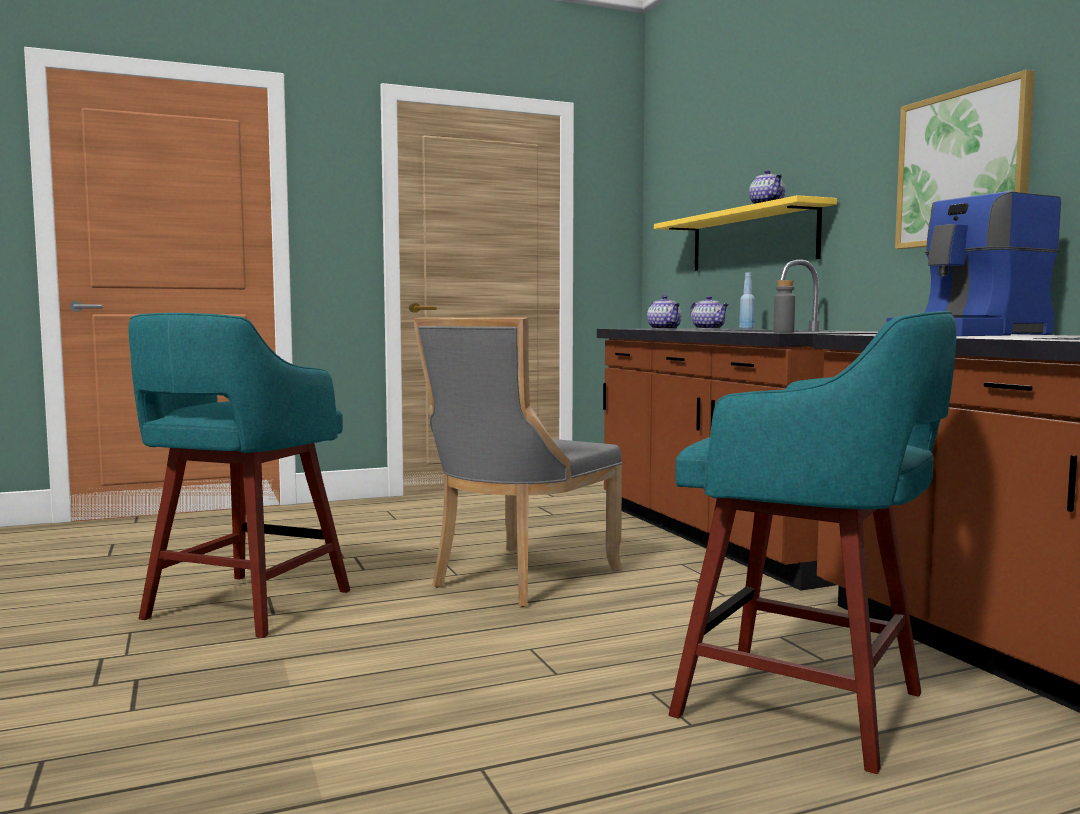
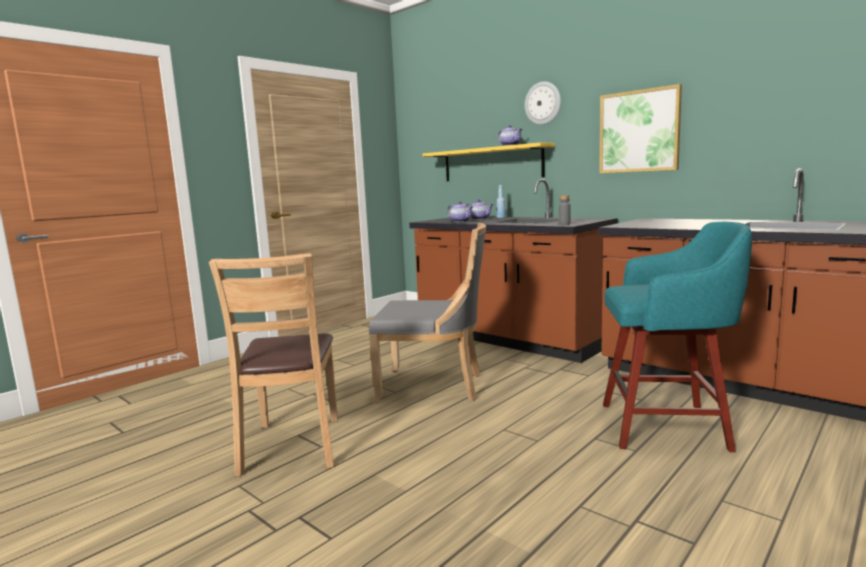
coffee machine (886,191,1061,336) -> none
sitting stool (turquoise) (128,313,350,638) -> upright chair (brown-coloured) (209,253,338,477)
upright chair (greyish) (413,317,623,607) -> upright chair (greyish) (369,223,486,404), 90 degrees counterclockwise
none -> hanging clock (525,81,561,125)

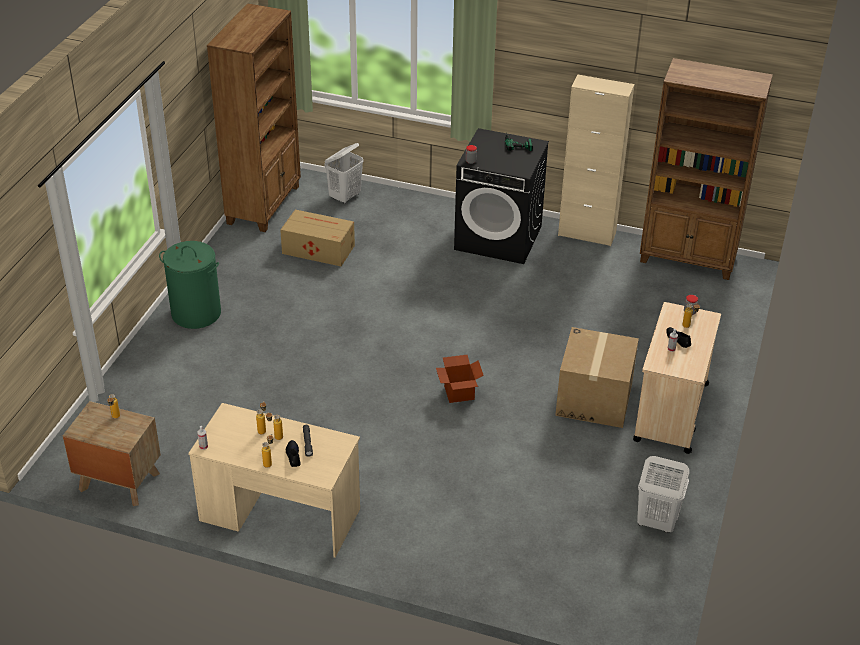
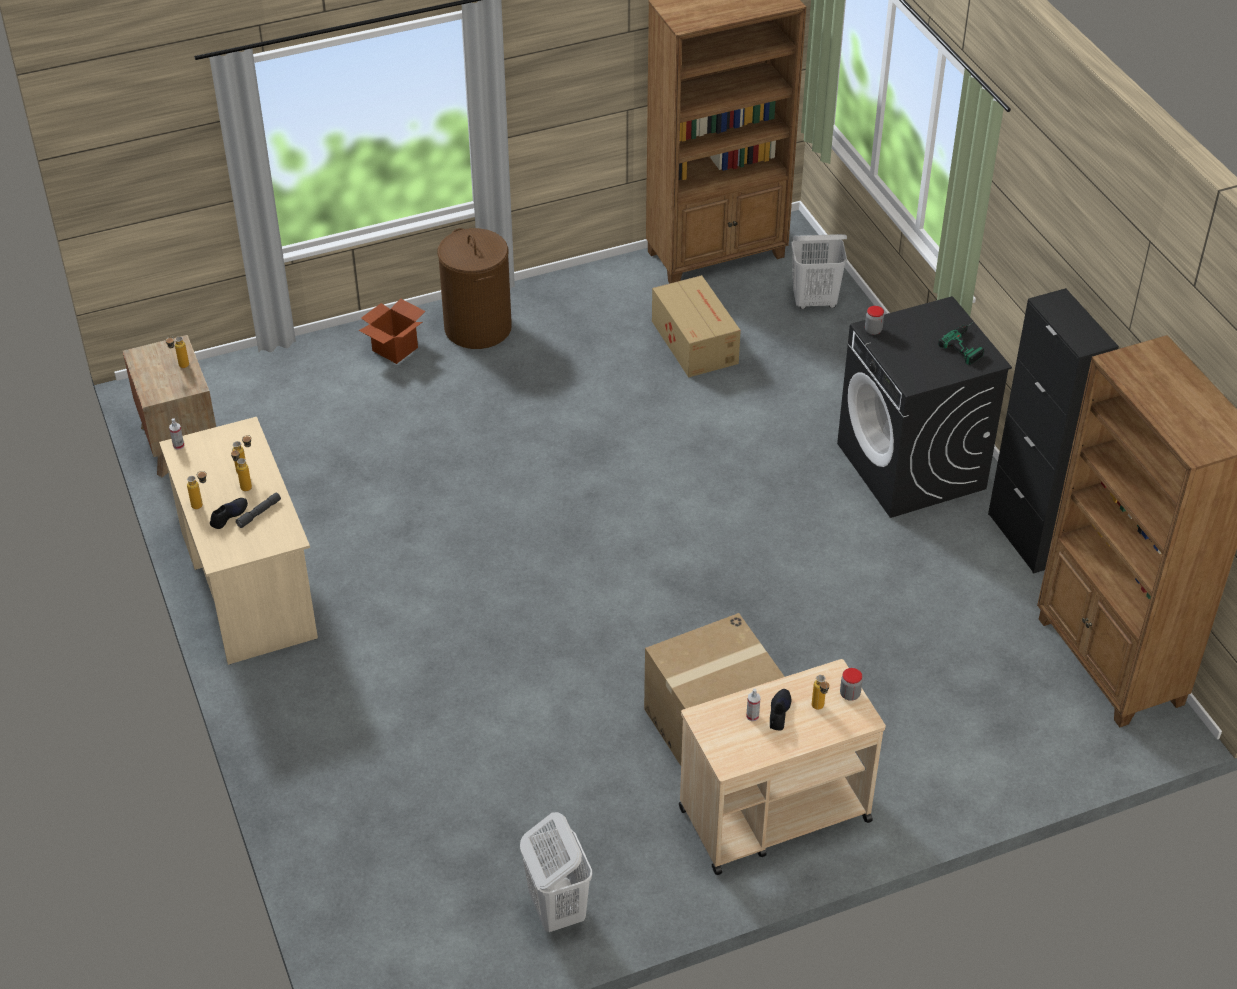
storage cabinet (sand-coloured) (558,75,634,246) -> storage cabinet (blackish) (988,288,1119,574)
hamper (greenish) (159,241,221,329) -> hamper (brown-coloured) (437,228,512,349)
packing box (436,355,484,403) -> packing box (359,298,425,364), relocated

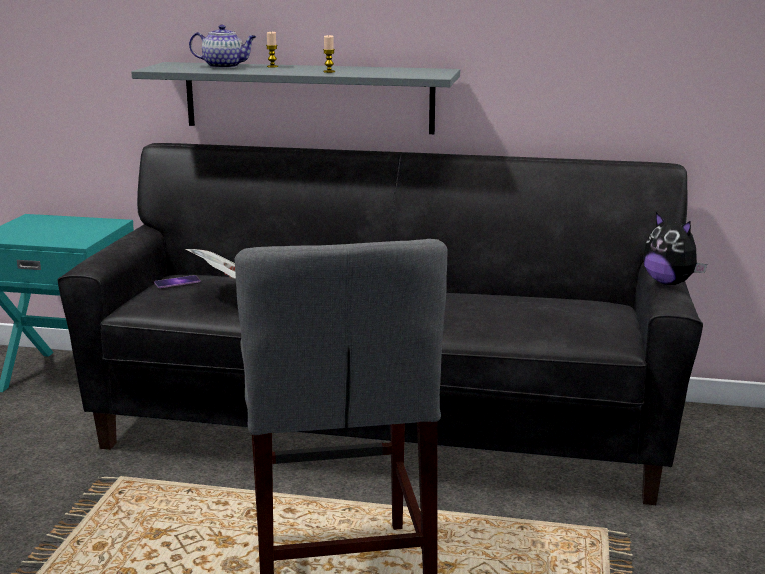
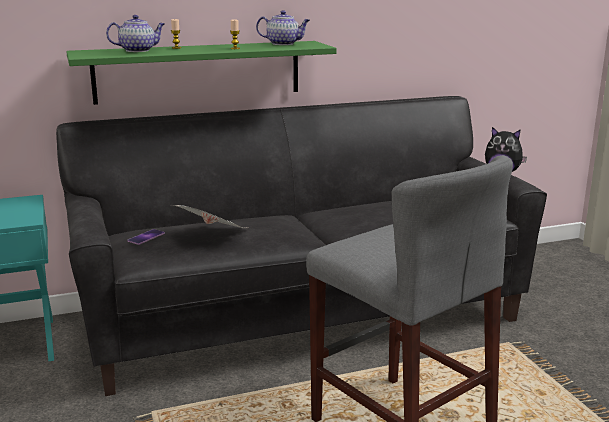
shelf (greyish) (131,62,460,134) -> shelf (greenish) (66,41,337,105)
none -> pot for tea (256,10,310,45)

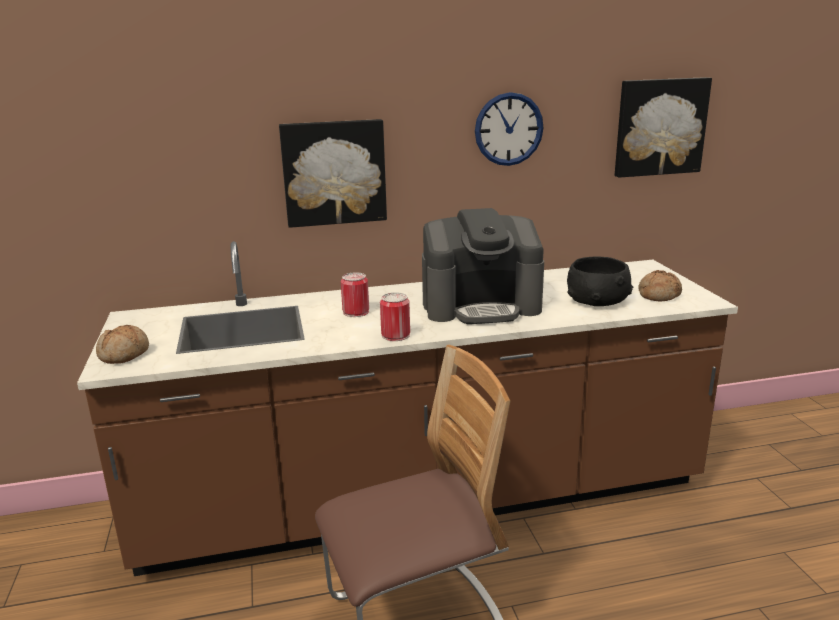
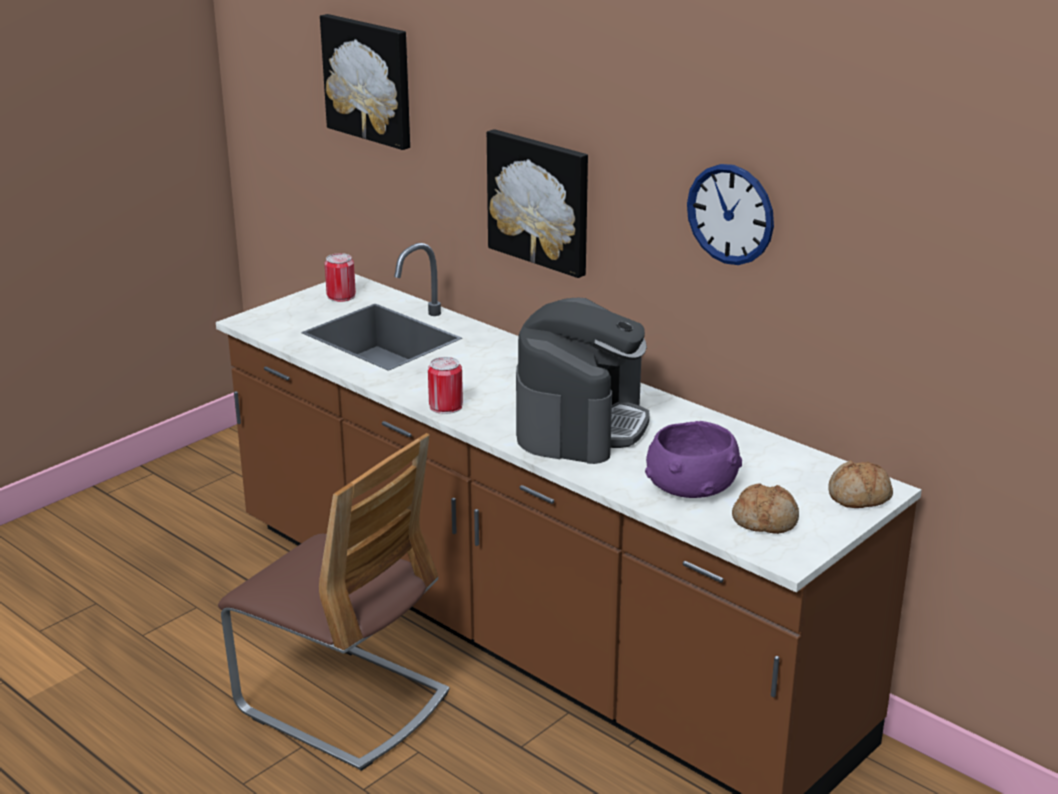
wall picture (615,77,712,178) -> wall picture (320,14,410,150), relocated
coffee machine (422,208,544,324) -> coffee machine (516,298,650,464), 120 degrees counterclockwise
bowl (blackish) (567,257,633,306) -> bowl (purple) (645,421,742,498)
sealed can (341,272,369,317) -> sealed can (325,253,356,302), relocated
bread (96,325,149,364) -> bread (828,460,893,508), relocated

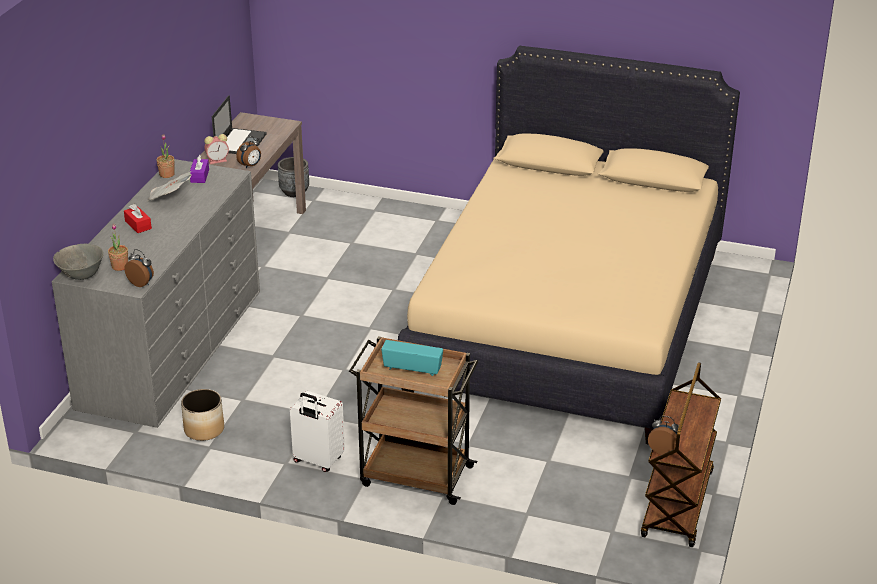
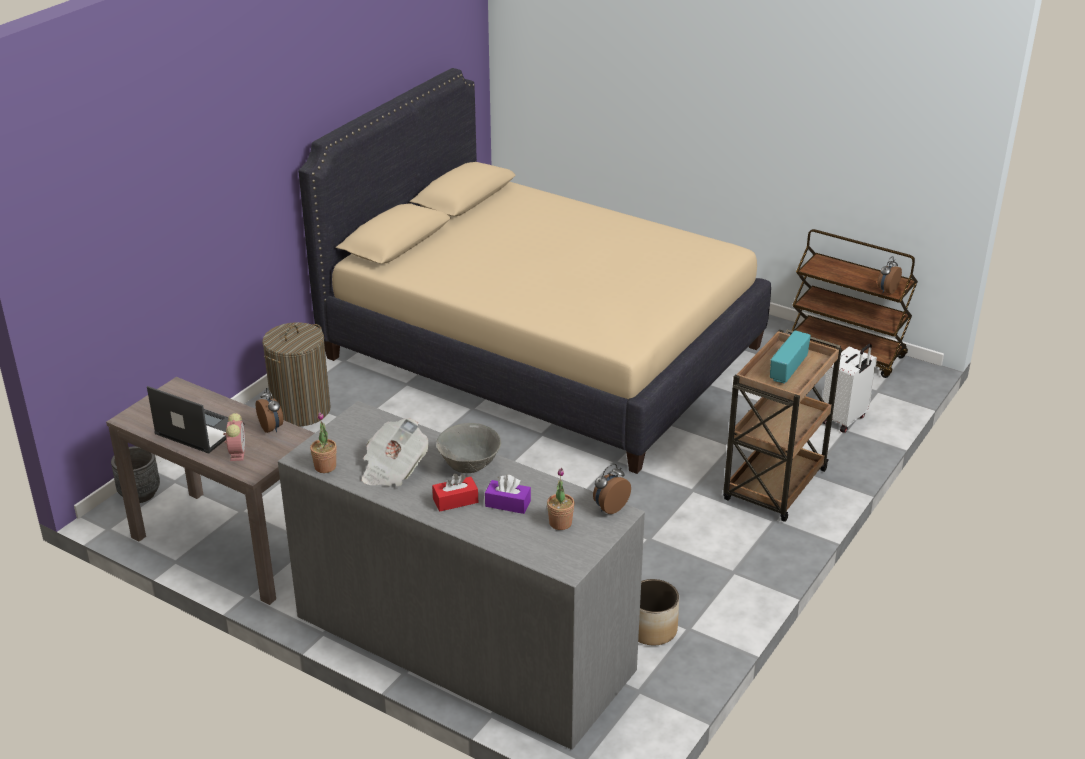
box of tissues (purple) (190,155,209,183) -> box of tissues (purple) (485,475,531,514), relocated
bowl (greyish) (53,244,104,280) -> bowl (greyish) (436,423,501,473), relocated
suitcase (white) (290,391,345,472) -> suitcase (white) (823,344,877,433), relocated
none -> hamper (262,322,330,426)

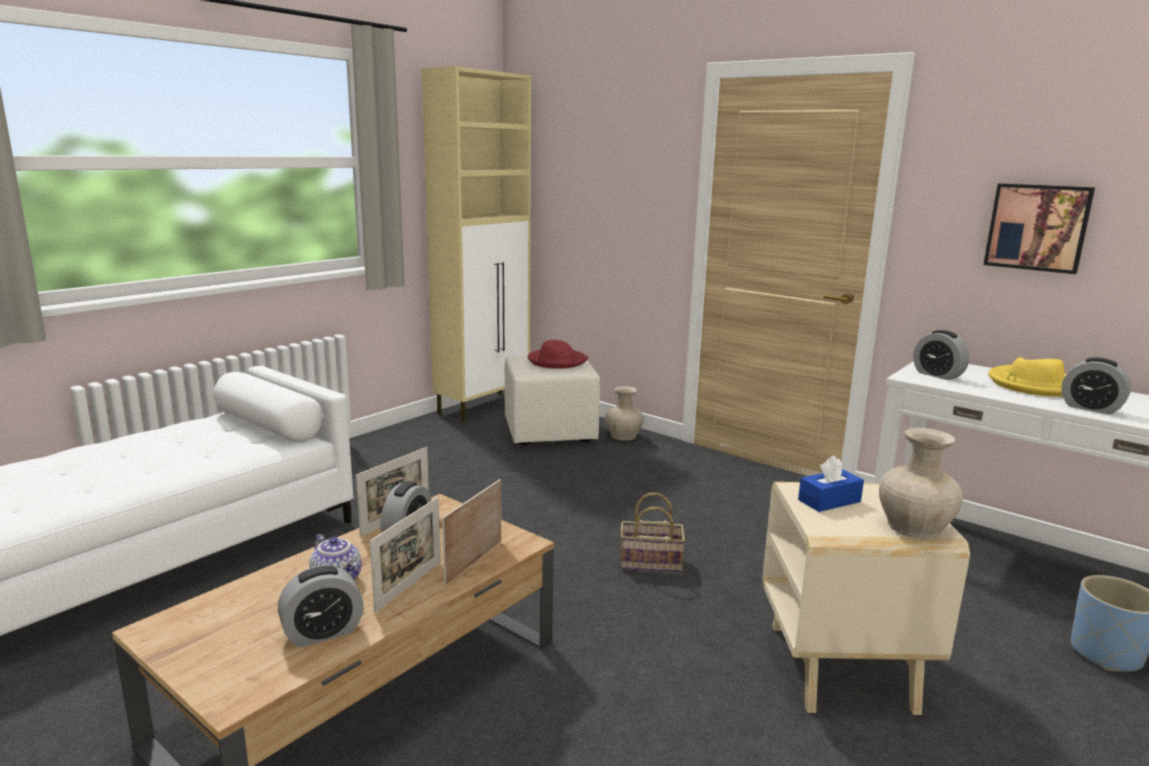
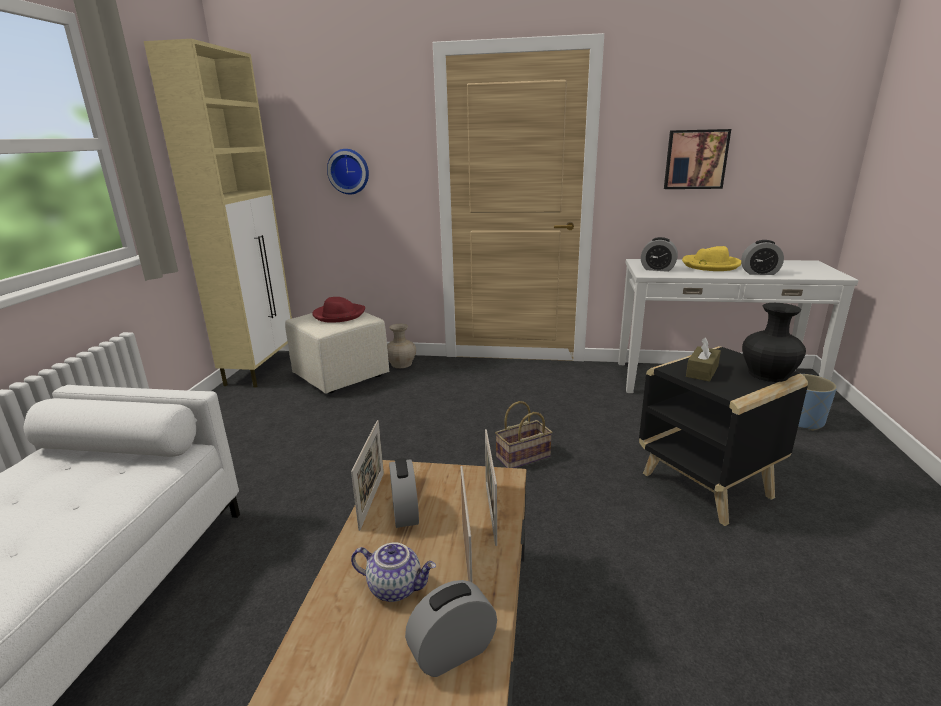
vase (sand-coloured) (879,428,963,539) -> vase (blackish) (742,303,806,382)
box of tissues (blue) (798,456,864,512) -> box of tissues (brown-coloured) (686,337,721,382)
side table (sand-coloured) (762,482,970,715) -> side table (blackish) (639,346,808,526)
alarm clock (278,565,364,647) -> alarm clock (405,580,497,677), 150 degrees counterclockwise
none -> hanging clock (327,149,369,194)

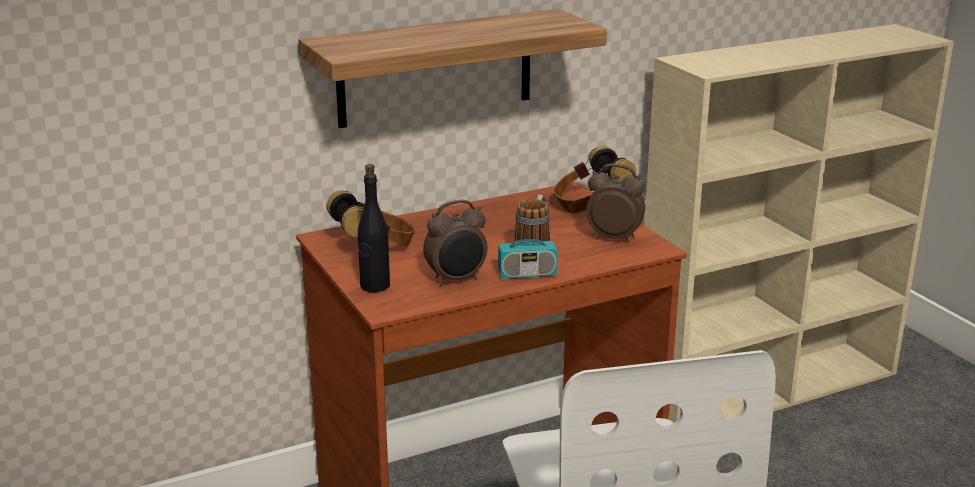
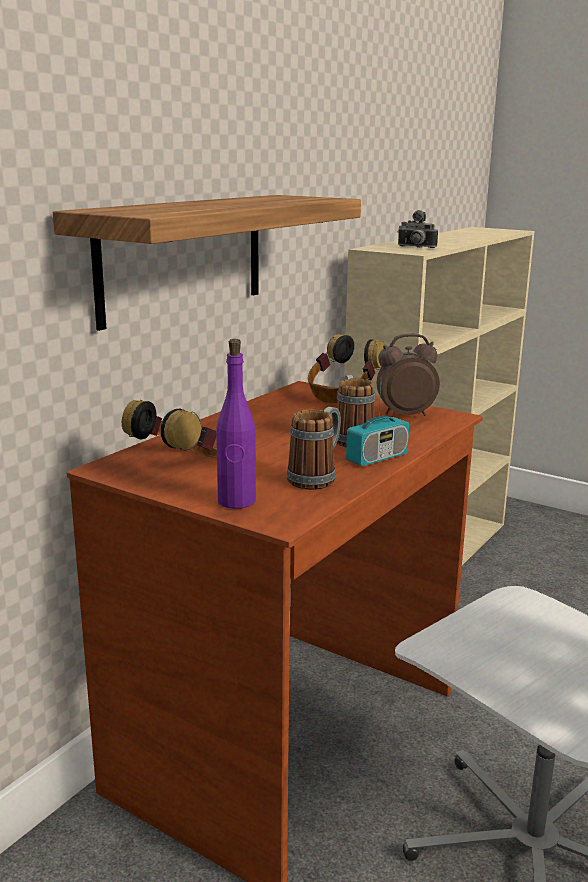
bottle (blackish) (358,164,390,292) -> bottle (purple) (216,339,256,509)
alarm clock (423,200,487,286) -> mug (287,407,341,490)
none -> photo camera (397,210,438,248)

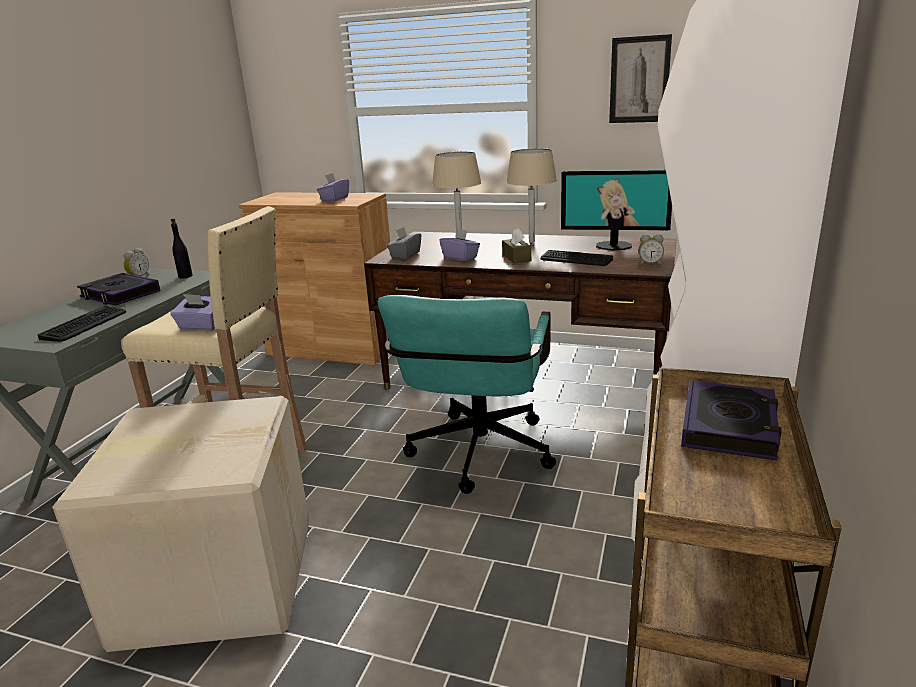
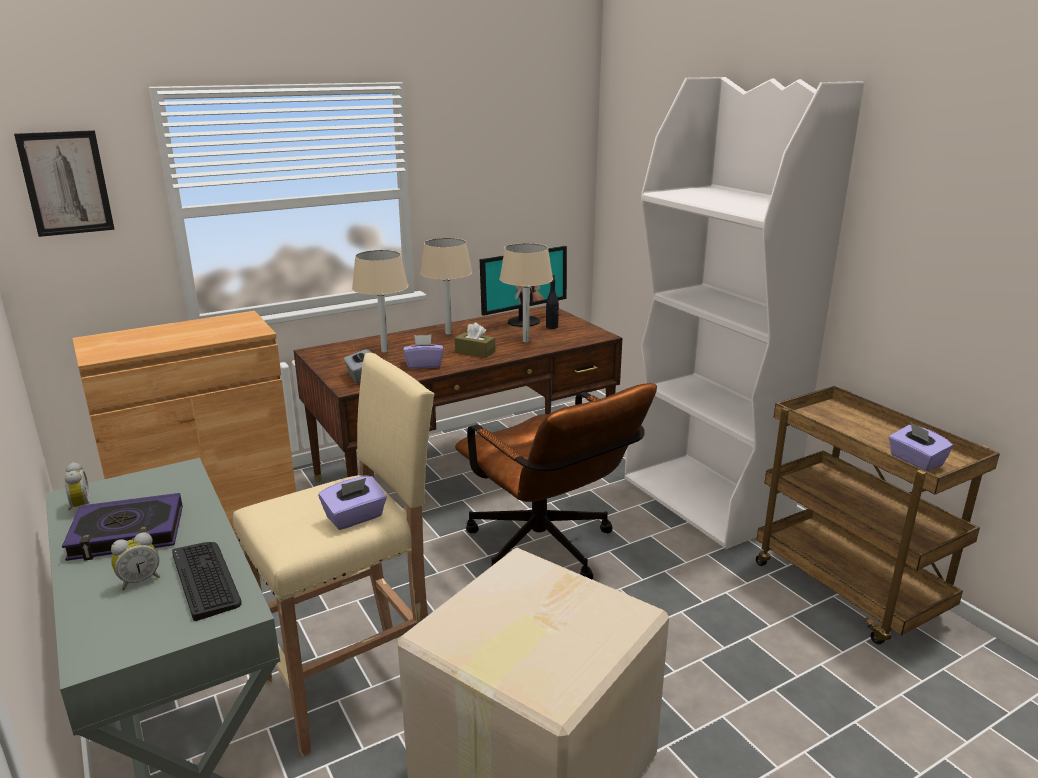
wall picture (609,34,672,123) -> wall picture (14,130,115,237), relocated
box of tissues (purple) (317,173,349,201) -> box of tissues (purple) (889,423,953,471), relocated
bottle (blackish) (171,218,193,279) -> bottle (blackish) (546,274,559,329), relocated
alarm clock (639,234,664,266) -> alarm clock (111,532,160,590), relocated
keyboard (541,250,613,266) -> table lamp (sand-coloured) (499,243,553,343)
computer chair (turquoise) (378,295,556,494) -> computer chair (brown-coloured) (455,383,657,579)
book (681,380,782,460) -> none

